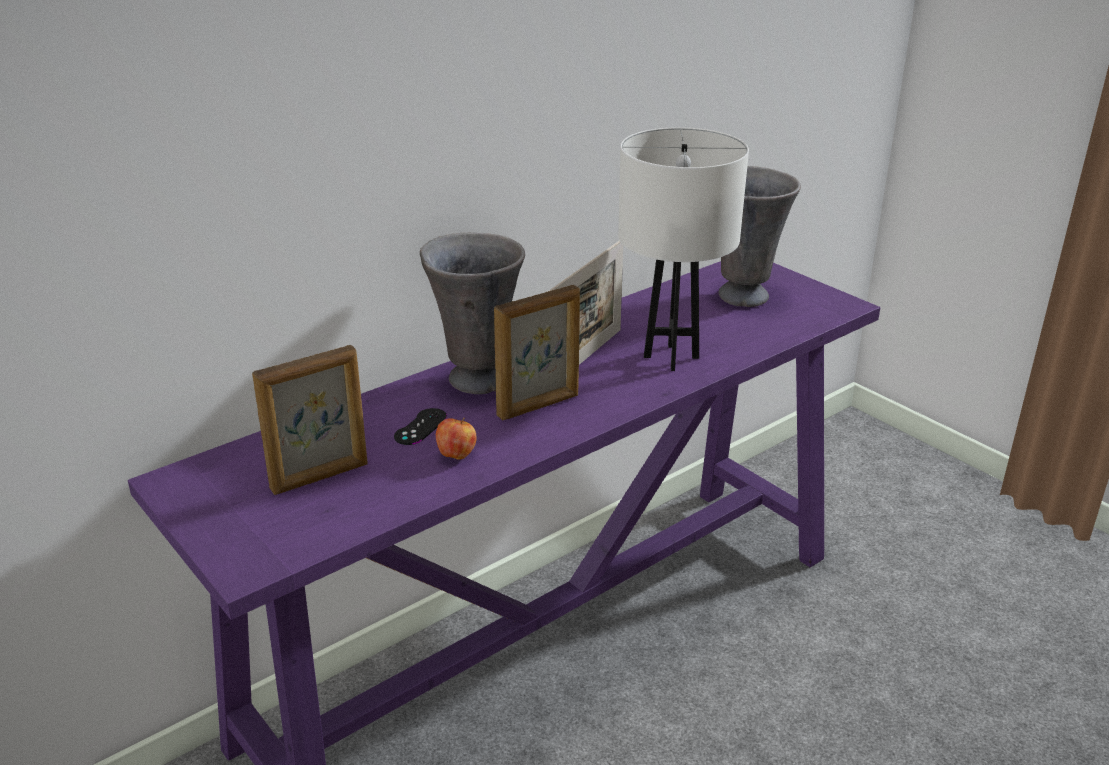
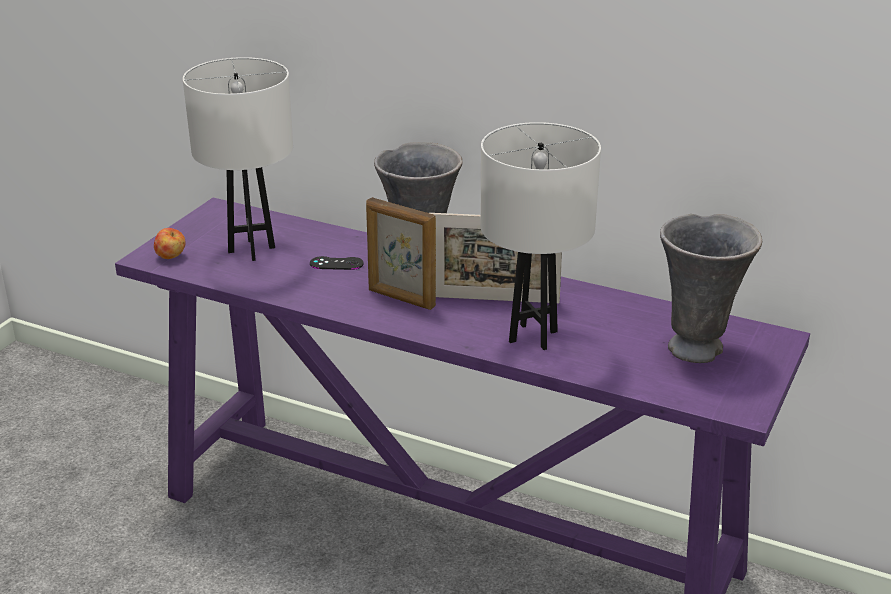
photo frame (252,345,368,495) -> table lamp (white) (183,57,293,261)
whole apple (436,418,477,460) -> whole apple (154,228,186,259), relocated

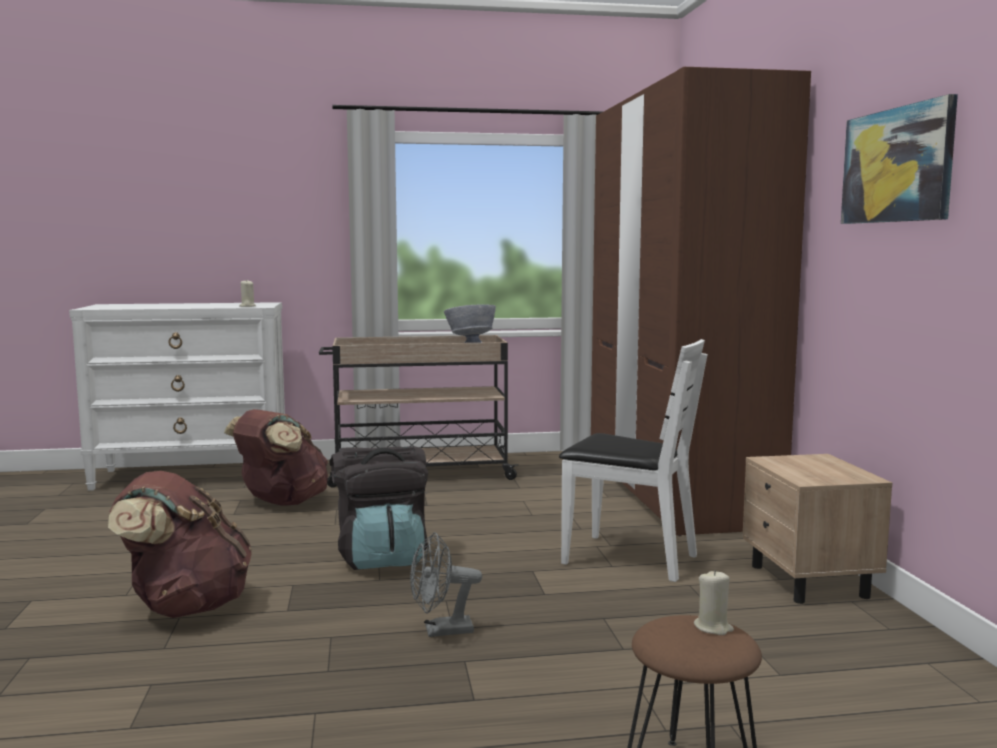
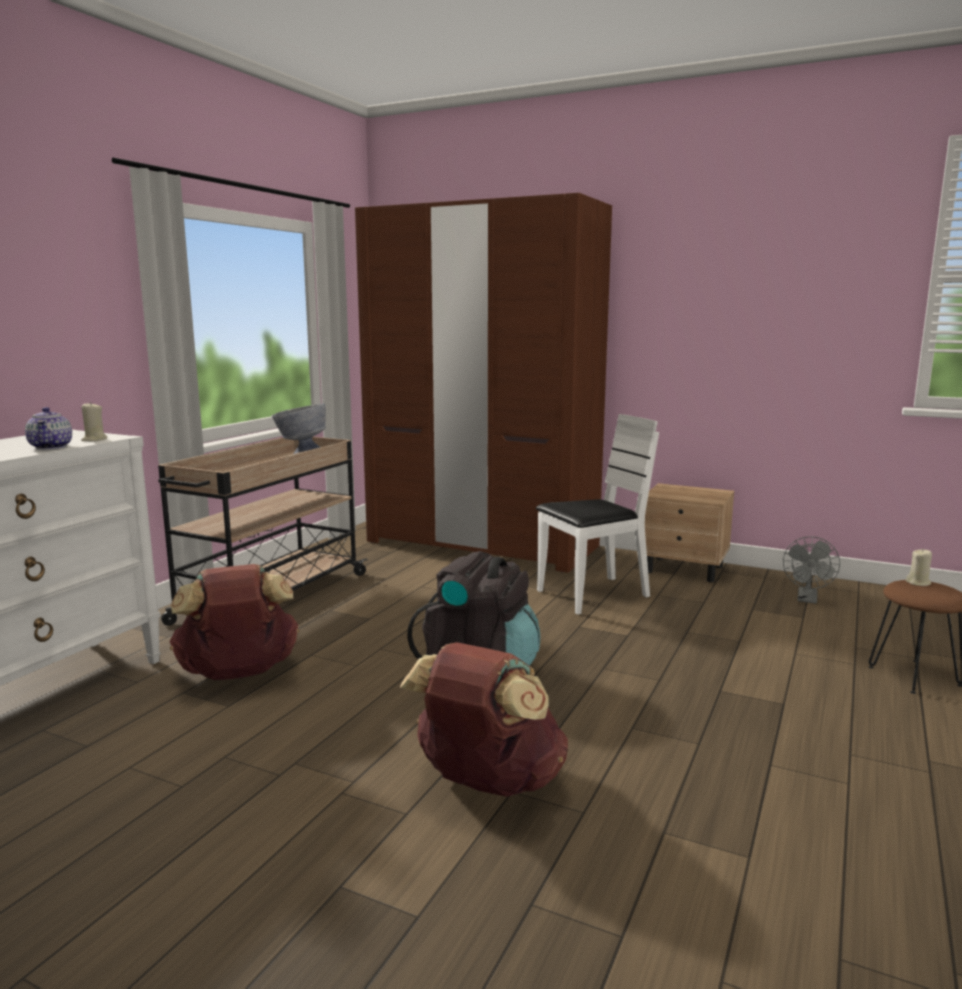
wall picture (841,94,958,224) -> none
cooling fan (greyish) (410,532,482,637) -> cooling fan (greyish) (783,536,840,604), relocated
none -> pot for tea (25,407,72,450)

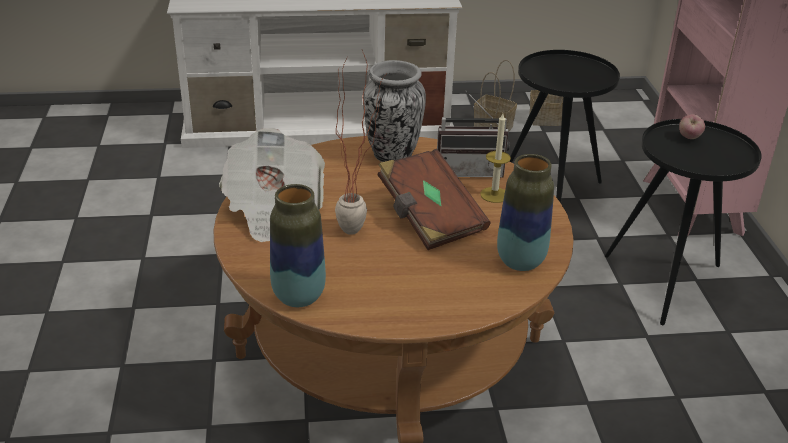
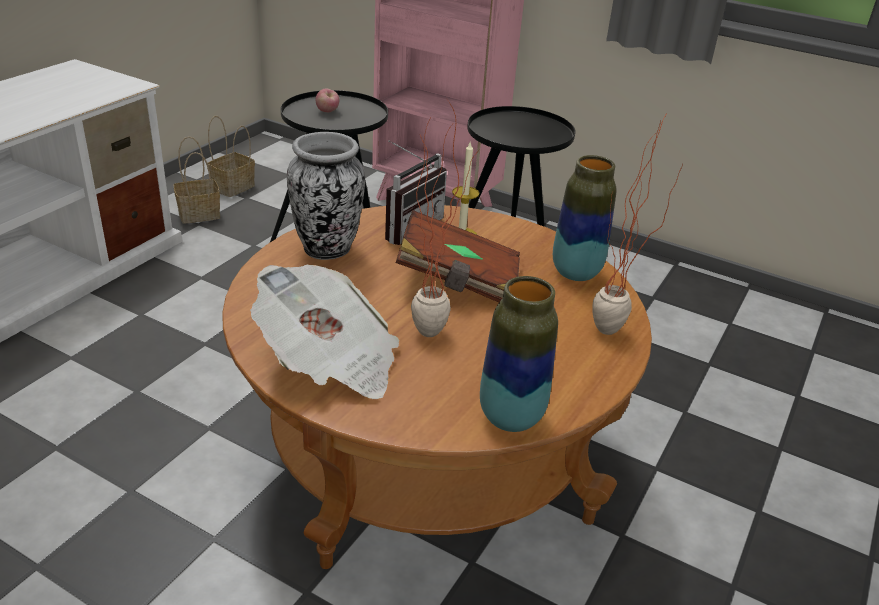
whole apple (679,114,705,139) -> whole apple (316,88,340,112), relocated
none -> houseplant (593,112,683,335)

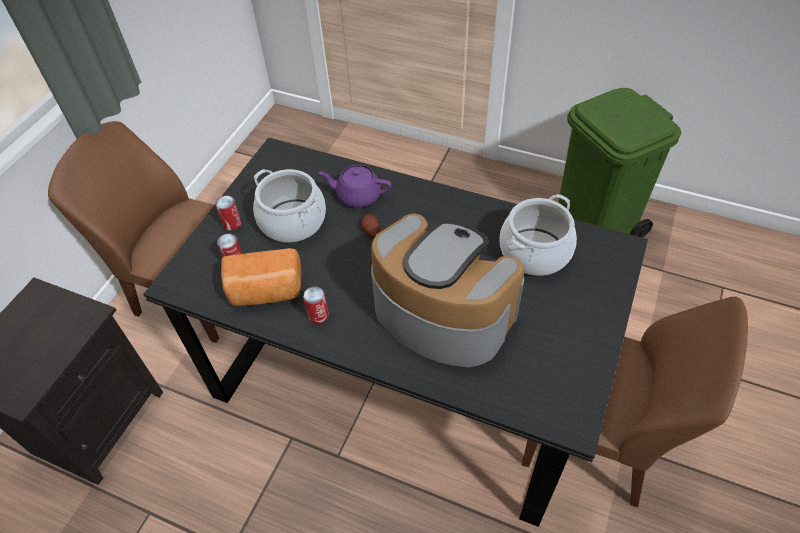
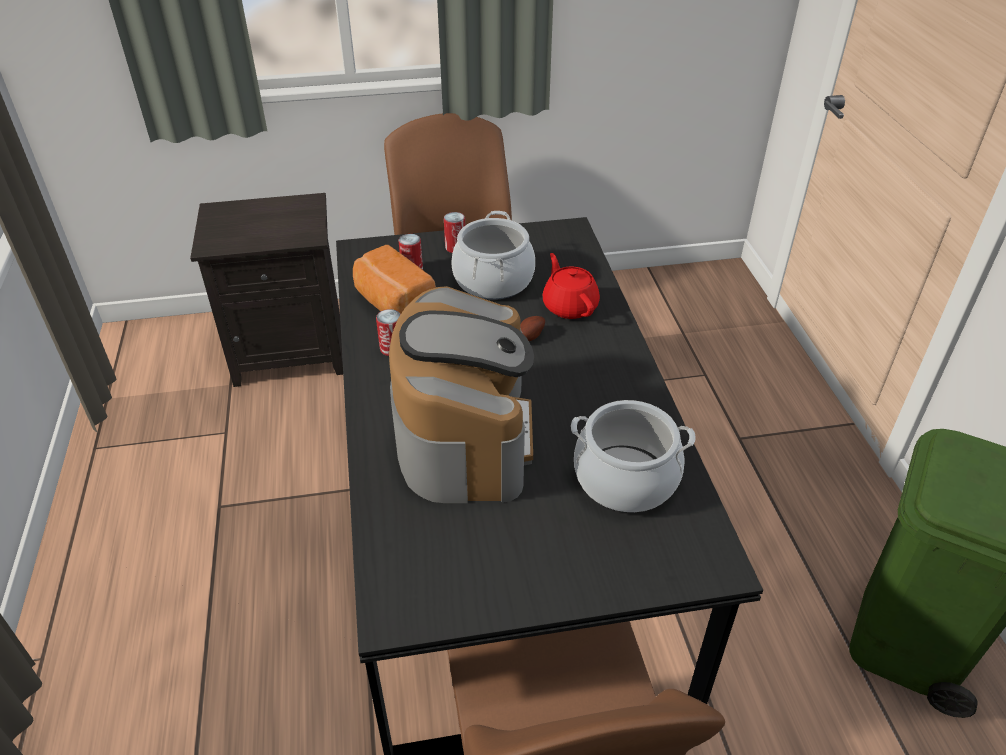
pot for tea (purple) (319,165,392,208) -> pot for tea (red-coloured) (543,253,600,319)

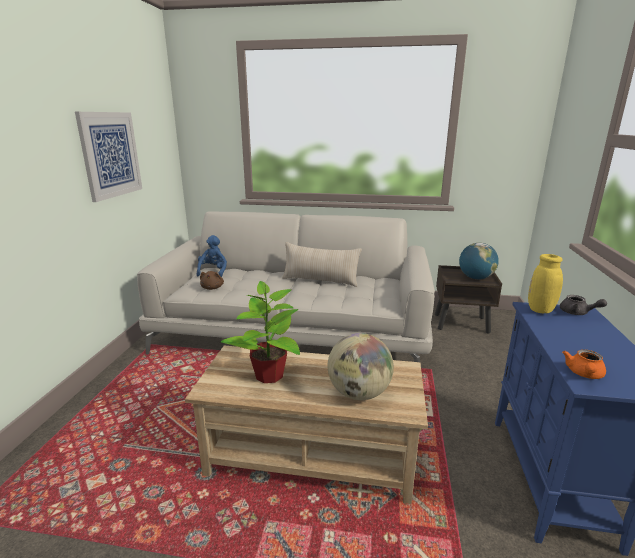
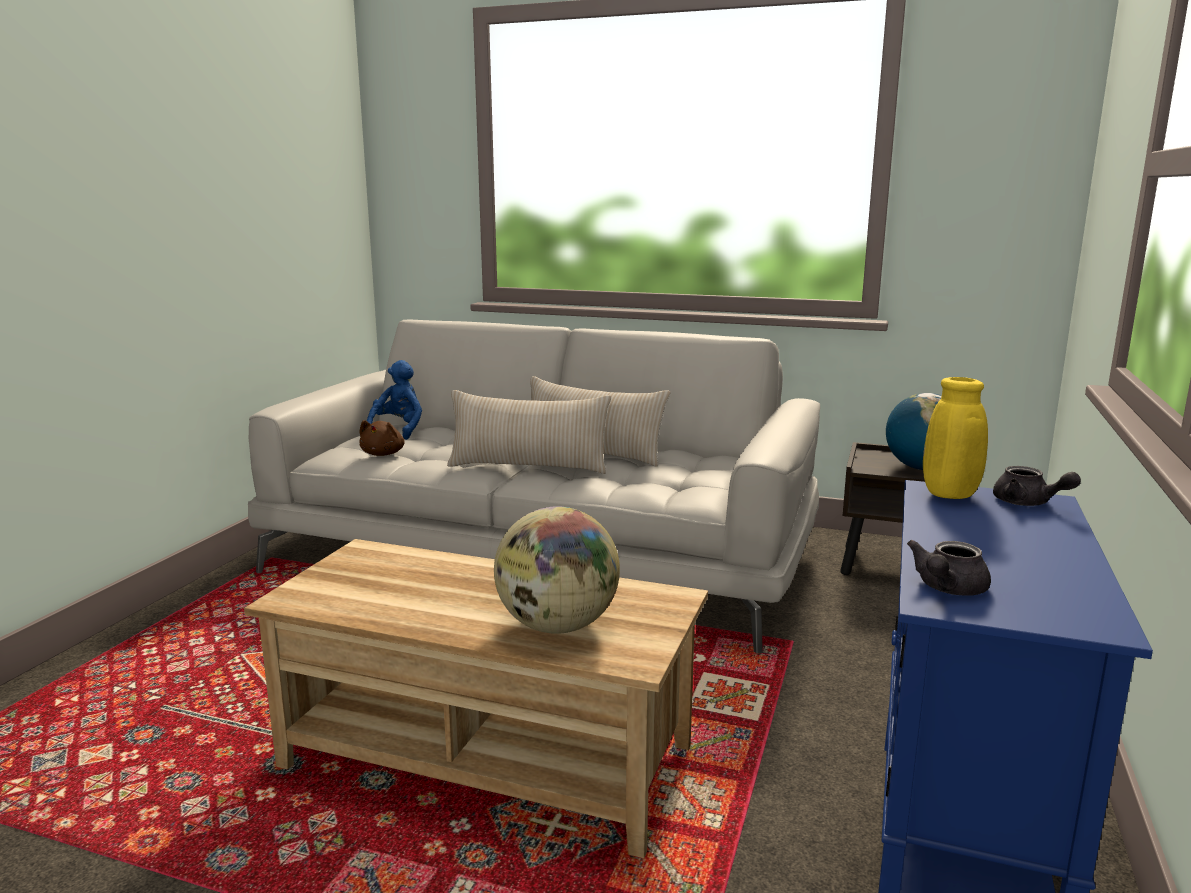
wall picture (75,112,142,202) -> none
houseplant (220,281,300,383) -> none
pot for tea (orange-coloured) (562,349,606,379) -> pot for tea (greyish) (907,540,991,596)
none -> cushion (sand-coloured) (447,390,611,474)

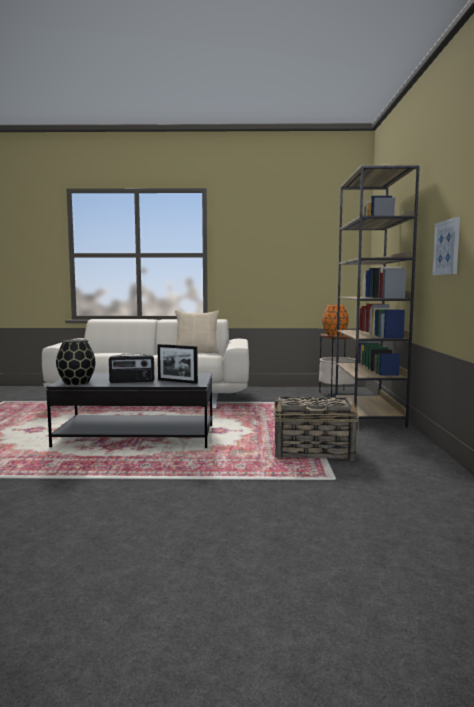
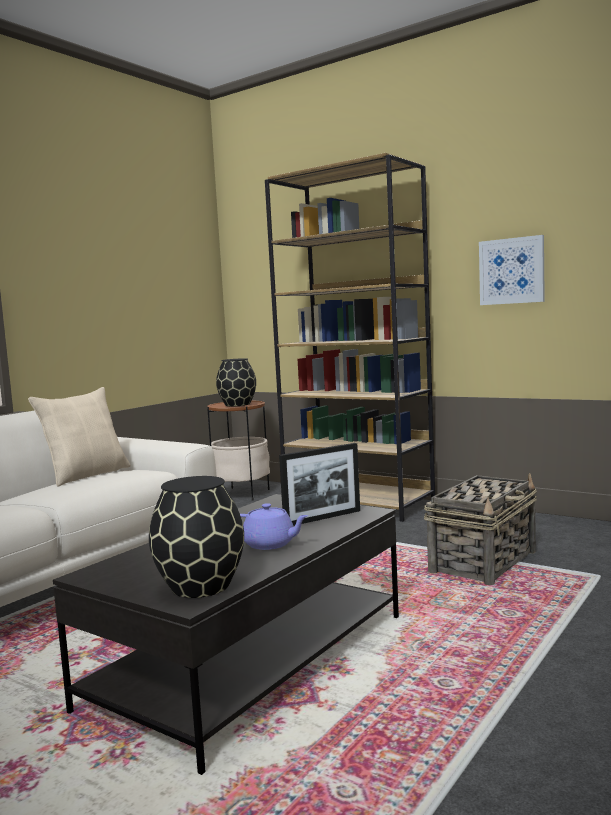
vase (orange-coloured) (322,305,349,336) -> vase (blackish) (216,358,256,406)
radio receiver (109,354,154,383) -> pot for tea (purple) (240,503,309,550)

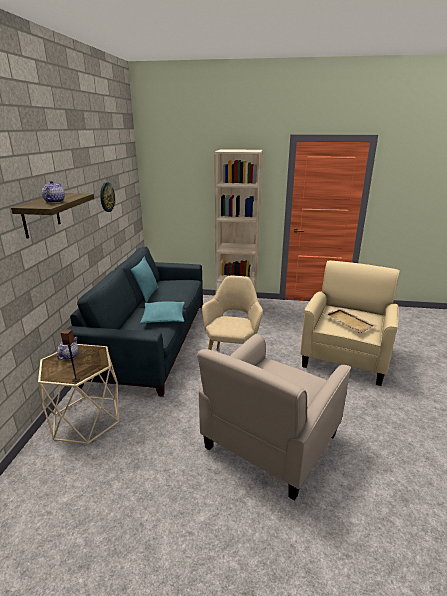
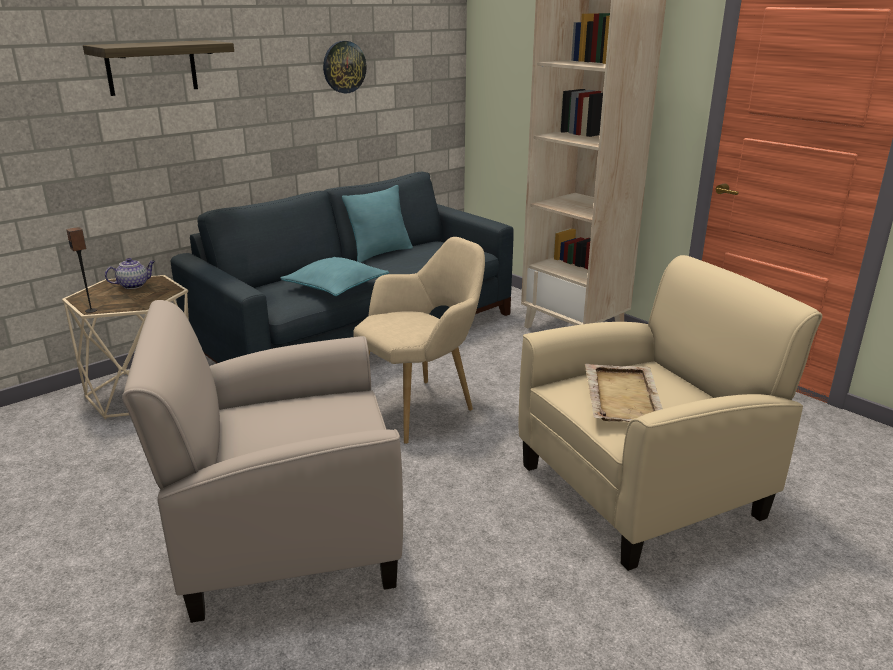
pot for tea (42,181,65,203) -> none

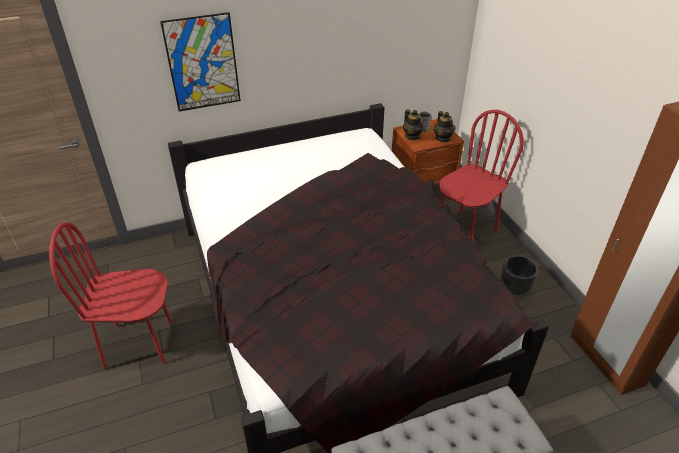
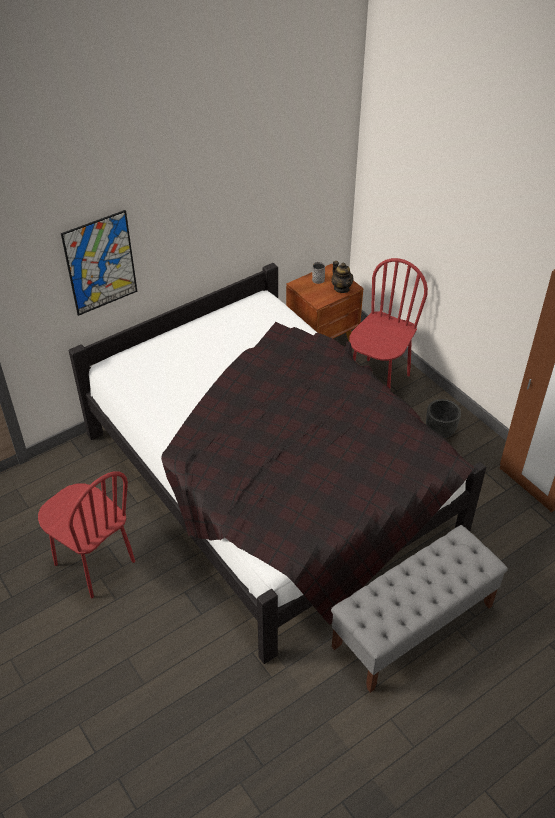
pot for tea (403,109,424,140) -> none
upright chair (red-coloured) (49,222,173,370) -> upright chair (red-coloured) (38,471,135,598), 120 degrees counterclockwise

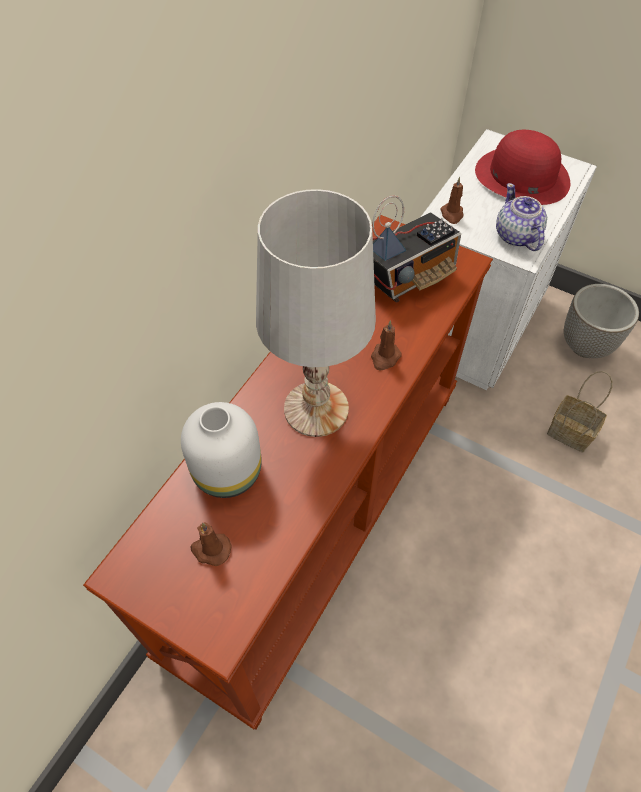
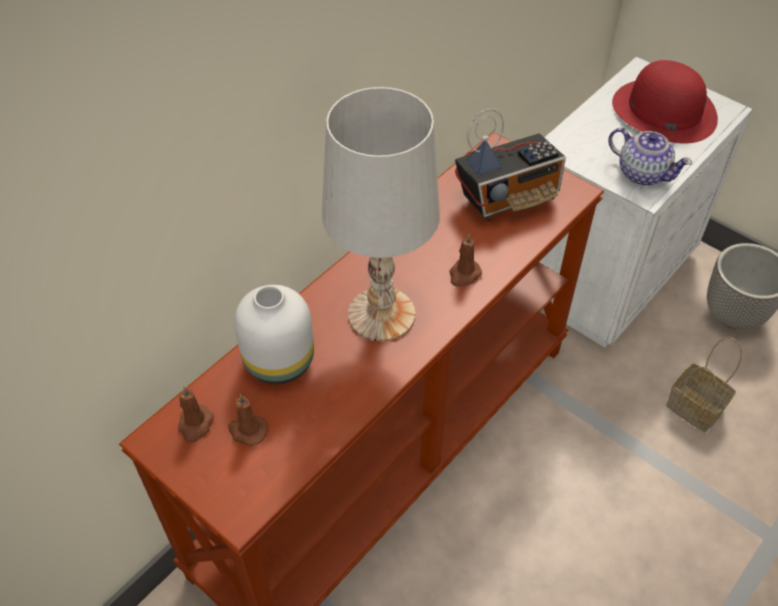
wax candle (brown-coloured) (440,177,464,224) -> wax candle (brown-coloured) (178,387,214,443), relocated
pot for tea (496,183,547,251) -> pot for tea (608,128,692,185), 135 degrees clockwise

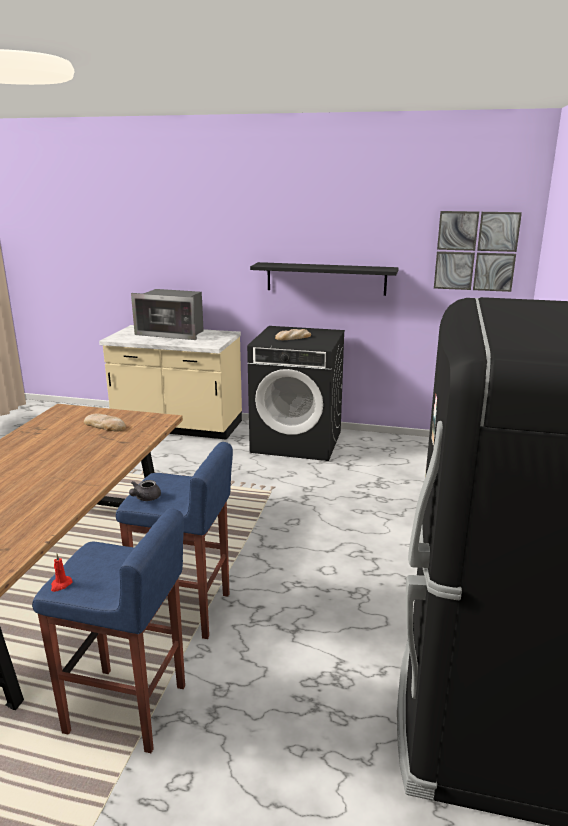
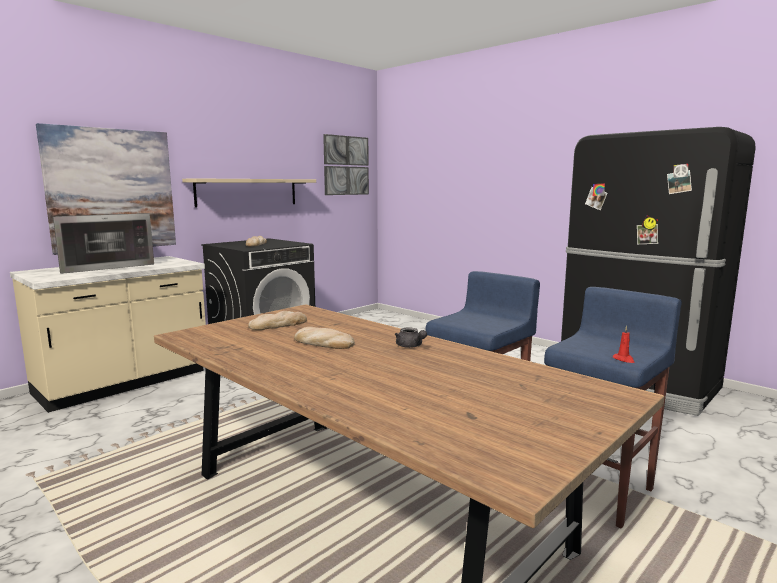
shelf (blackish) (250,262,399,296) -> shelf (sand-coloured) (182,178,316,208)
pot for tea (greyish) (129,480,161,501) -> pot for tea (greyish) (395,328,427,348), relocated
none -> wall picture (36,123,176,255)
none -> bread (294,327,355,349)

